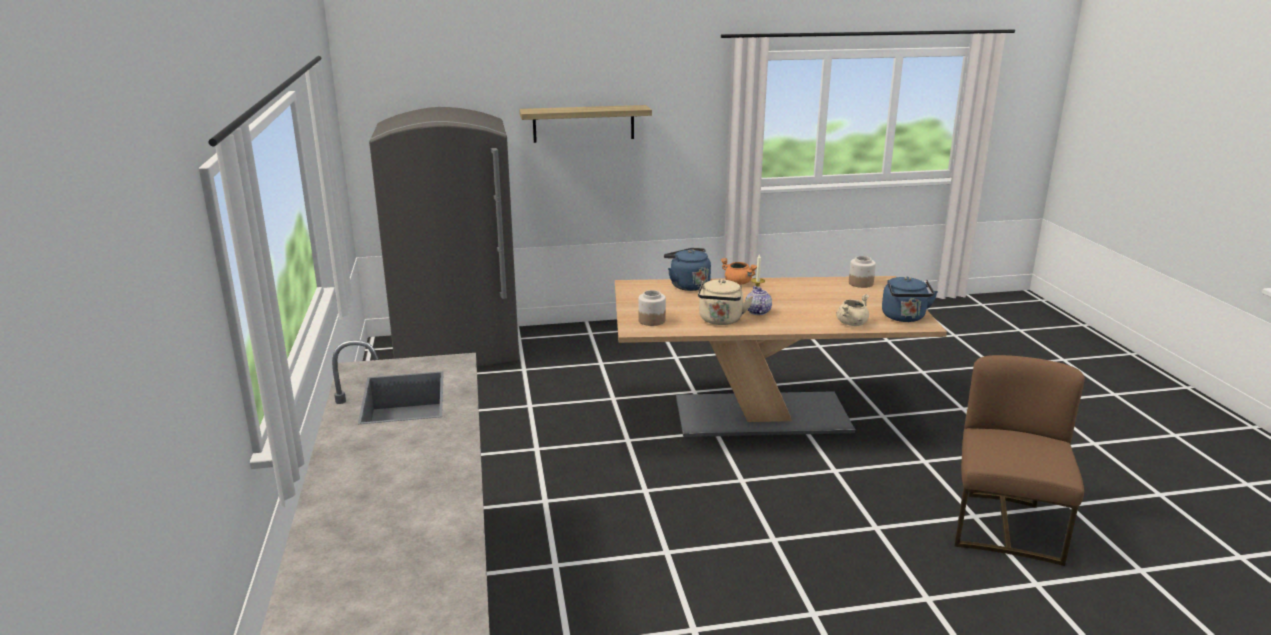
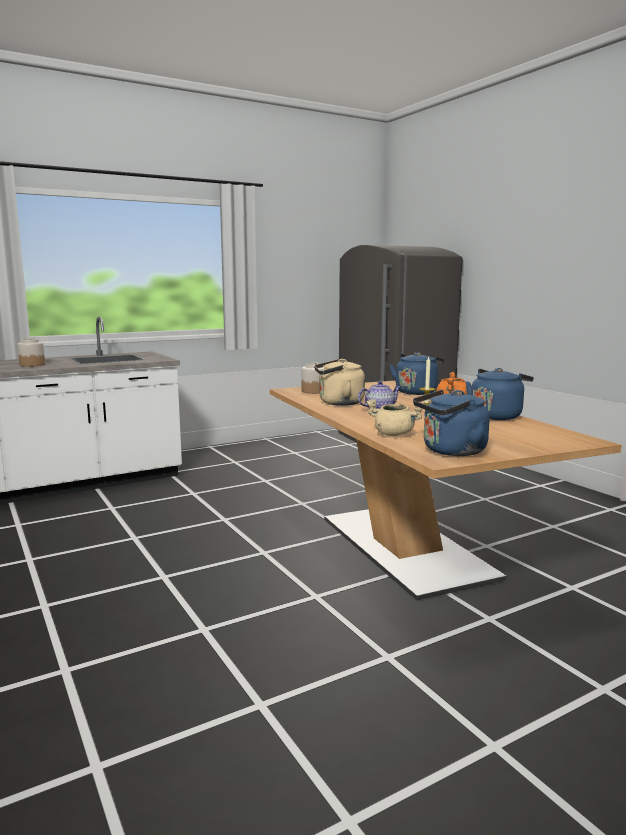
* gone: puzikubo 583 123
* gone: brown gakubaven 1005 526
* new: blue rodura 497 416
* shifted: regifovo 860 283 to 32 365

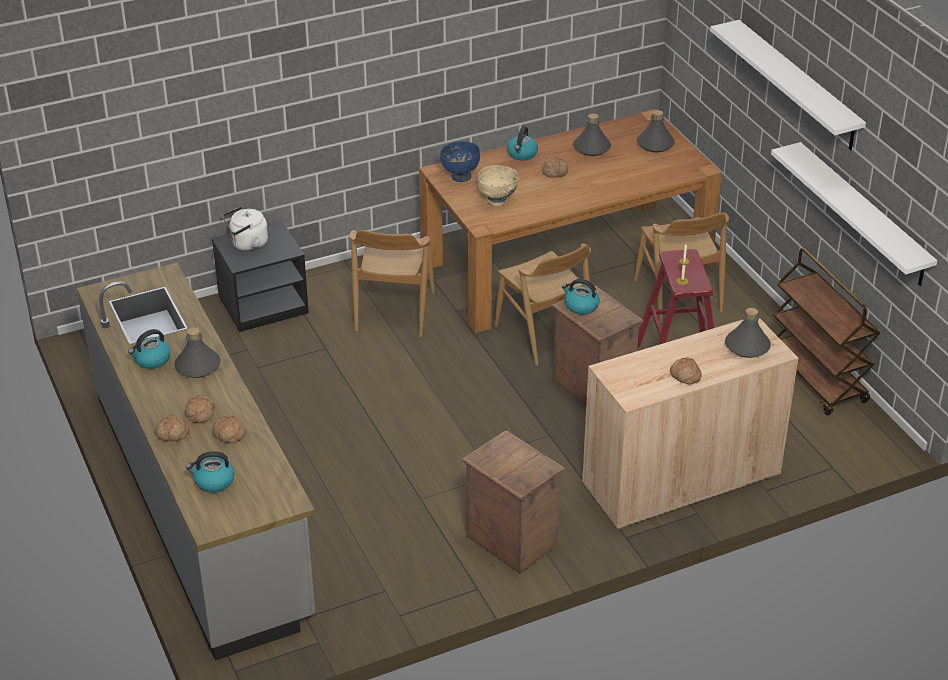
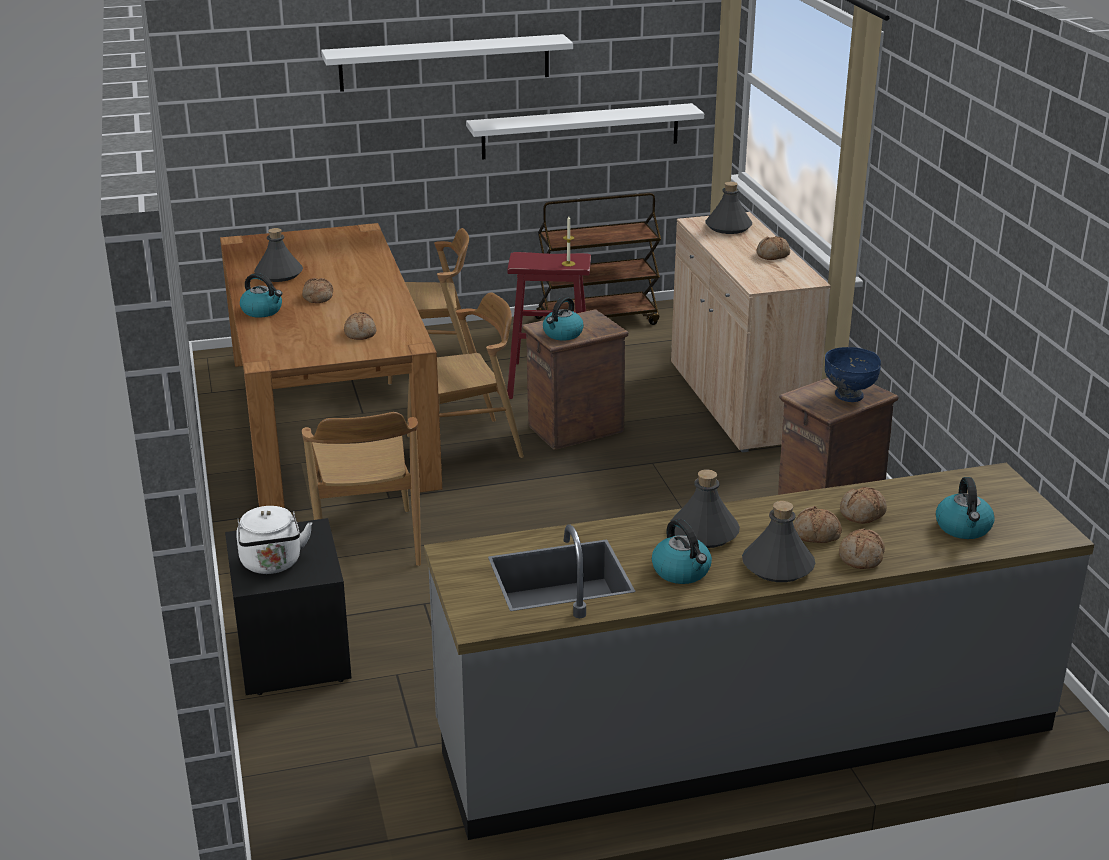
* shifted: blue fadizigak 460 176 to 849 396
* shifted: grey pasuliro 655 144 to 778 566
* swapped: beige fadizigak 497 201 to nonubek 360 333
* rotated: brown gakubaven 394 311 = 366 542 60 degrees clockwise

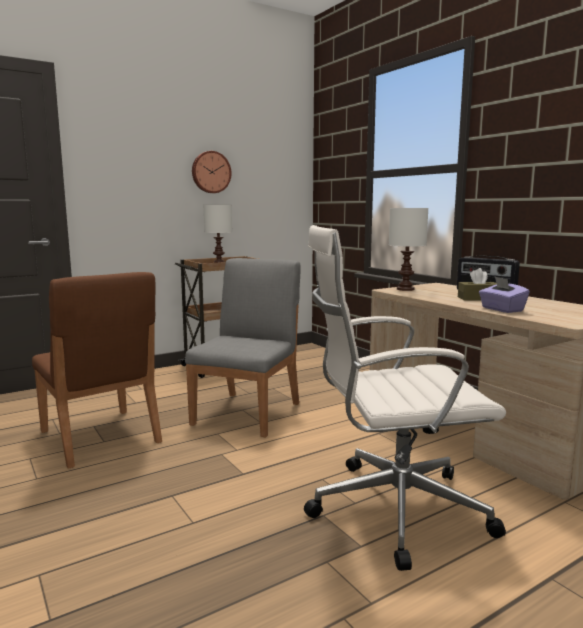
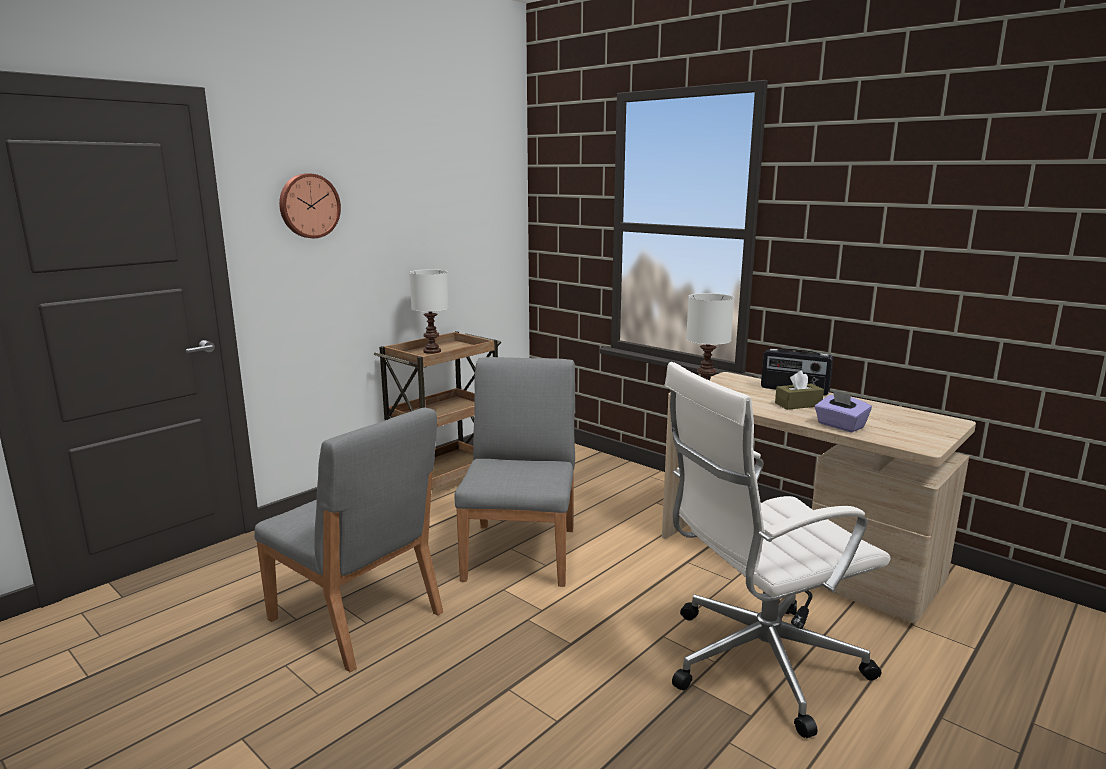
* shifted: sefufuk 210 172 to 308 206
* repainted: brown gakubaven 99 437 to grey gakubaven 356 617

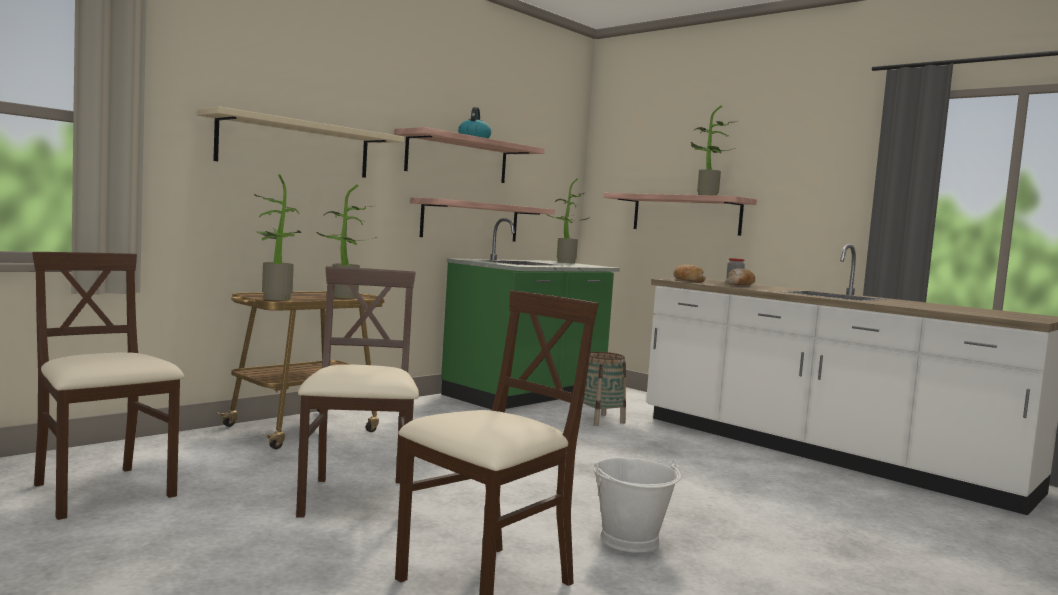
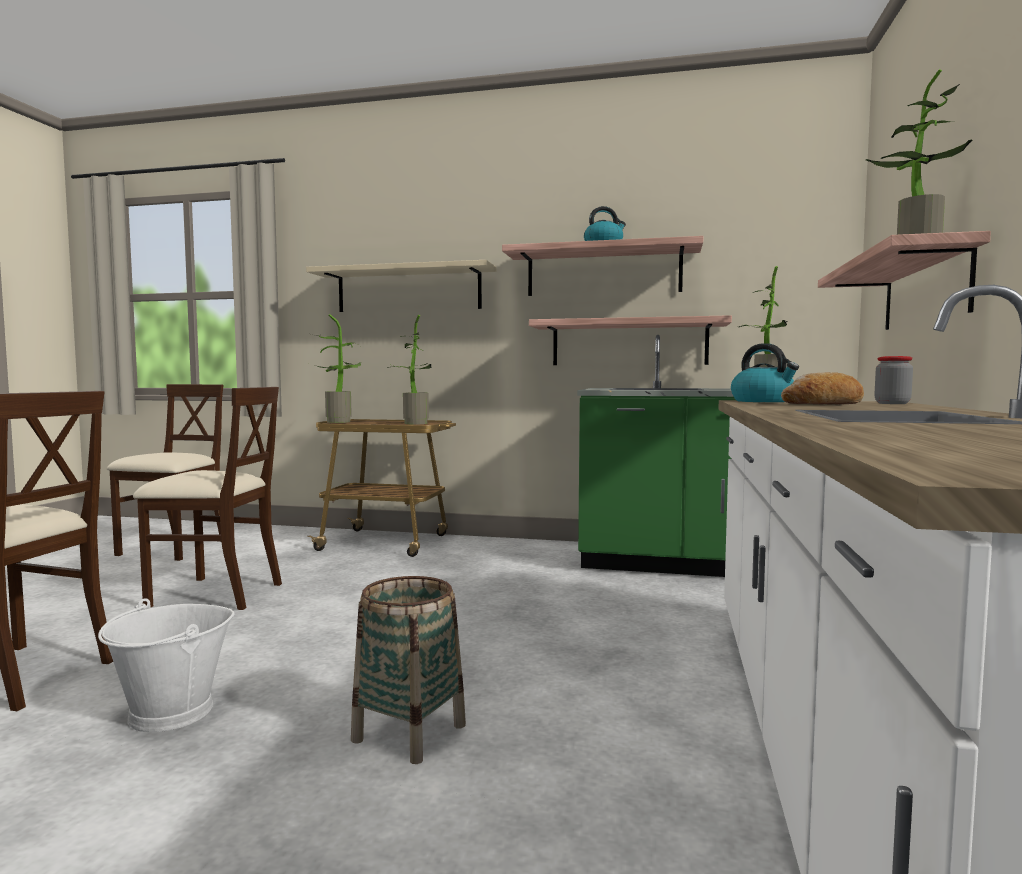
* shifted: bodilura 599 420 to 409 733
* swapped: nonubek 687 281 to rodura 763 401
* rotated: beige gakubaven 357 499 = 215 594 45 degrees clockwise

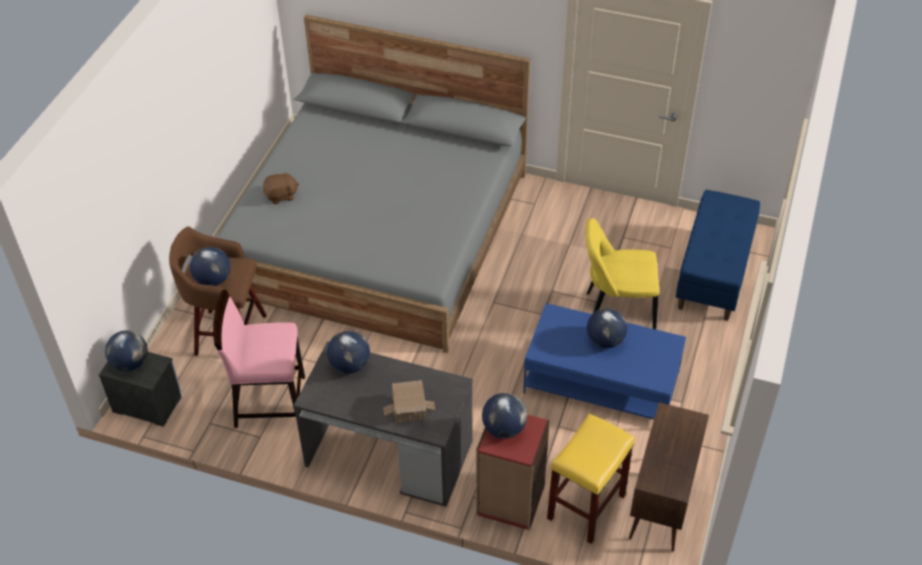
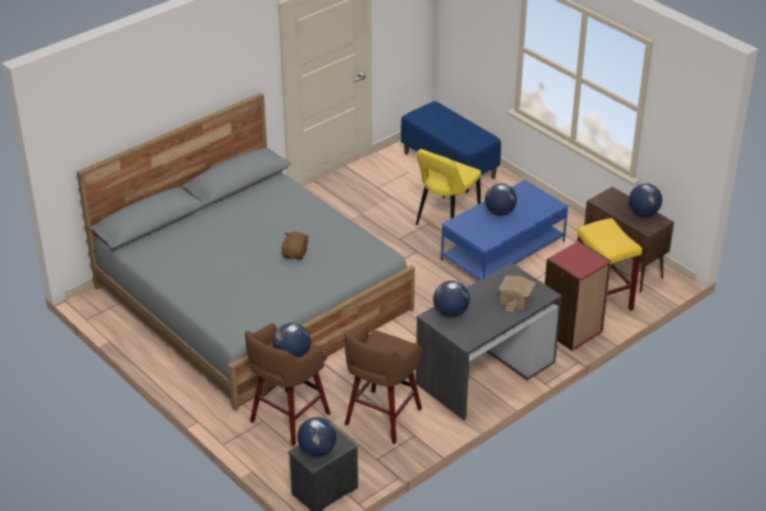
* shifted: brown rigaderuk 281 196 to 295 254
* shifted: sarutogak 504 428 to 643 213
* swapped: pink gakubaven 269 401 to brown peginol 381 418

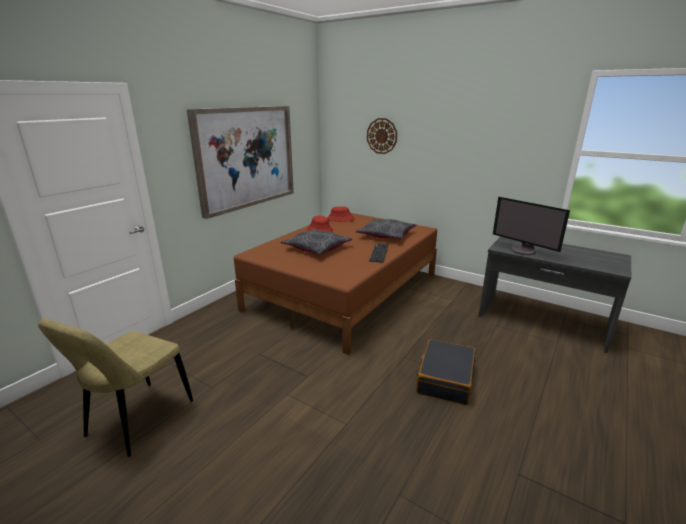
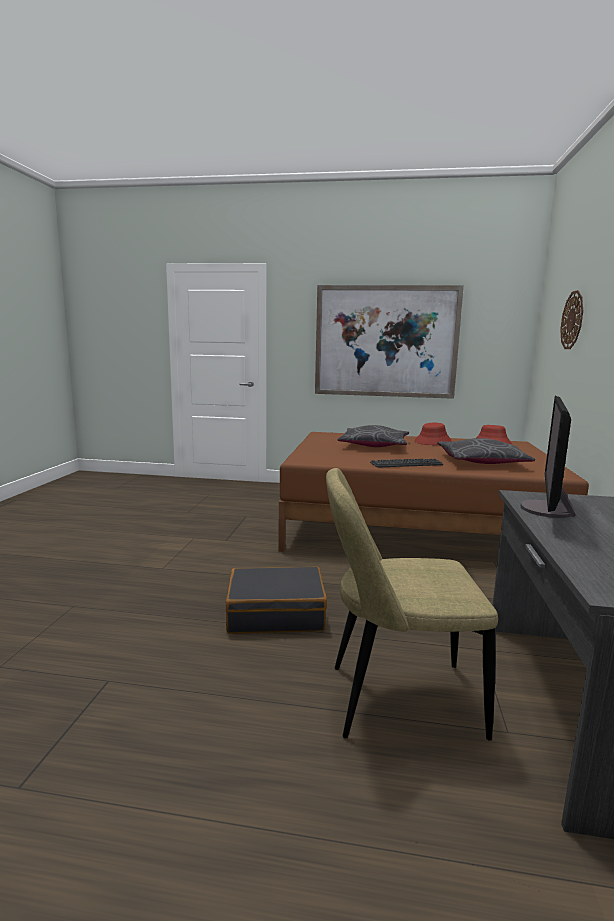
* shifted: beige gakubaven 136 421 to 396 700

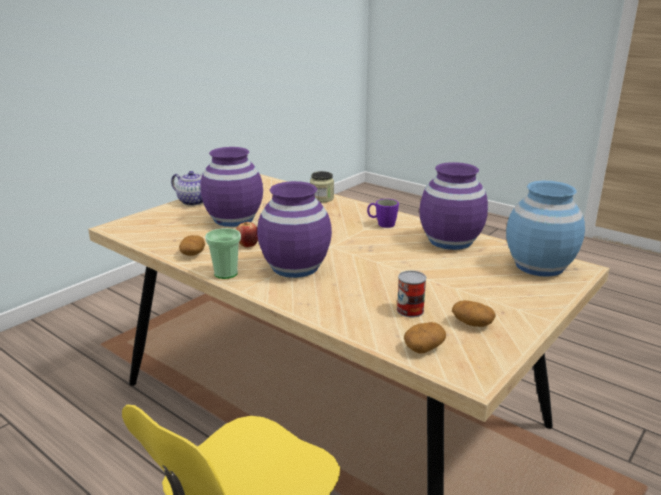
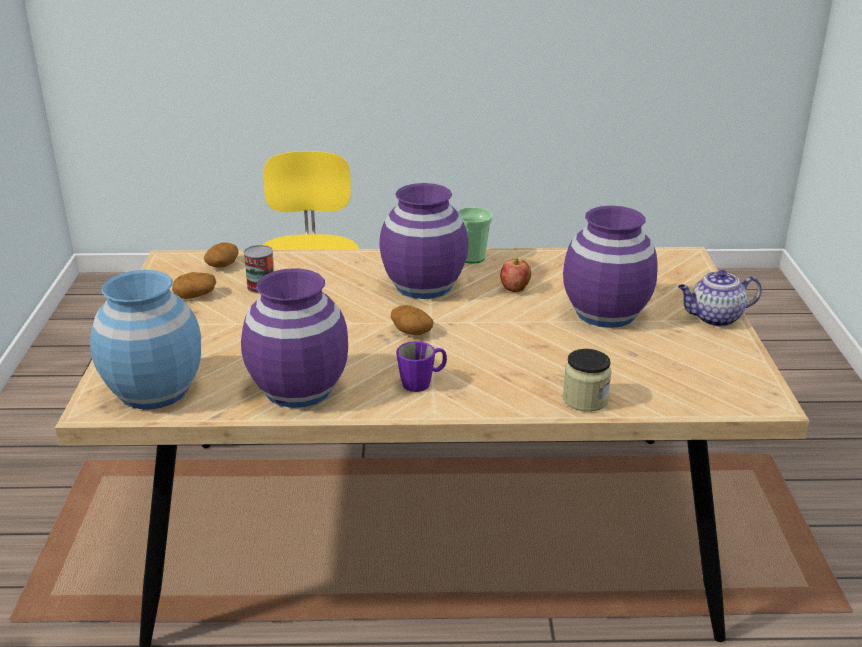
* shifted: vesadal 193 254 to 411 331

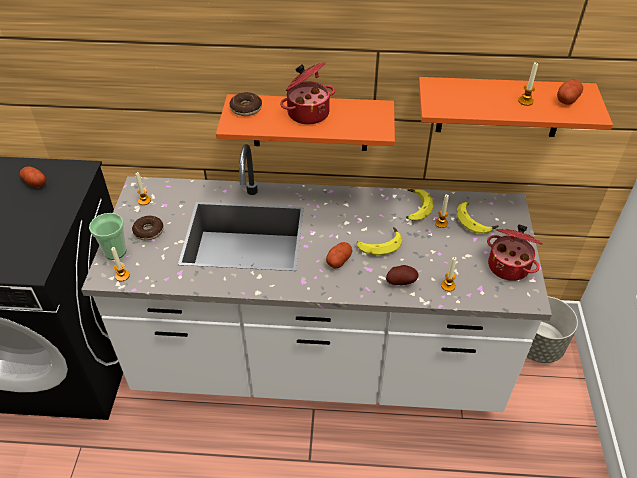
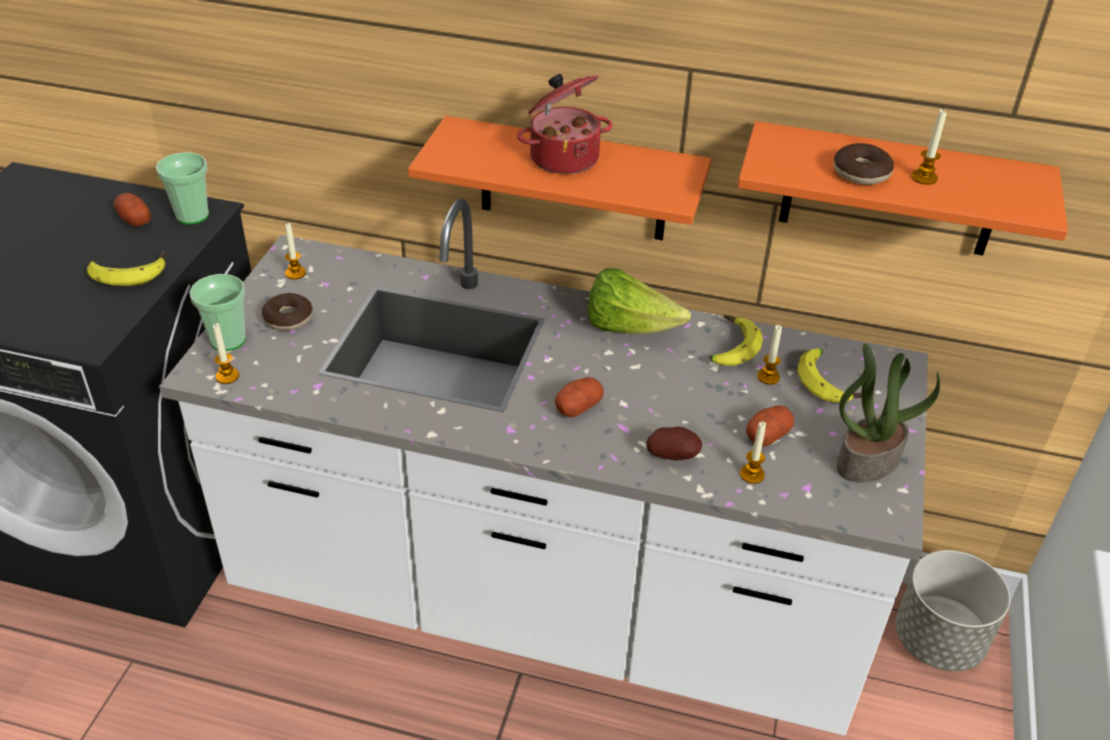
* new: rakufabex 192 215
* new: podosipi 629 327
* shifted: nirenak 246 109 to 861 173
* shifted: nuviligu 379 244 to 129 273
* shifted: vesadal 567 99 to 767 435
* swapped: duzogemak 509 265 to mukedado 868 460

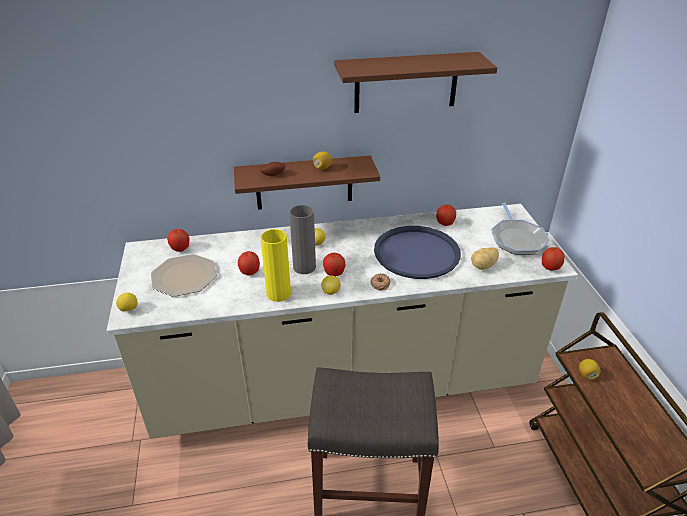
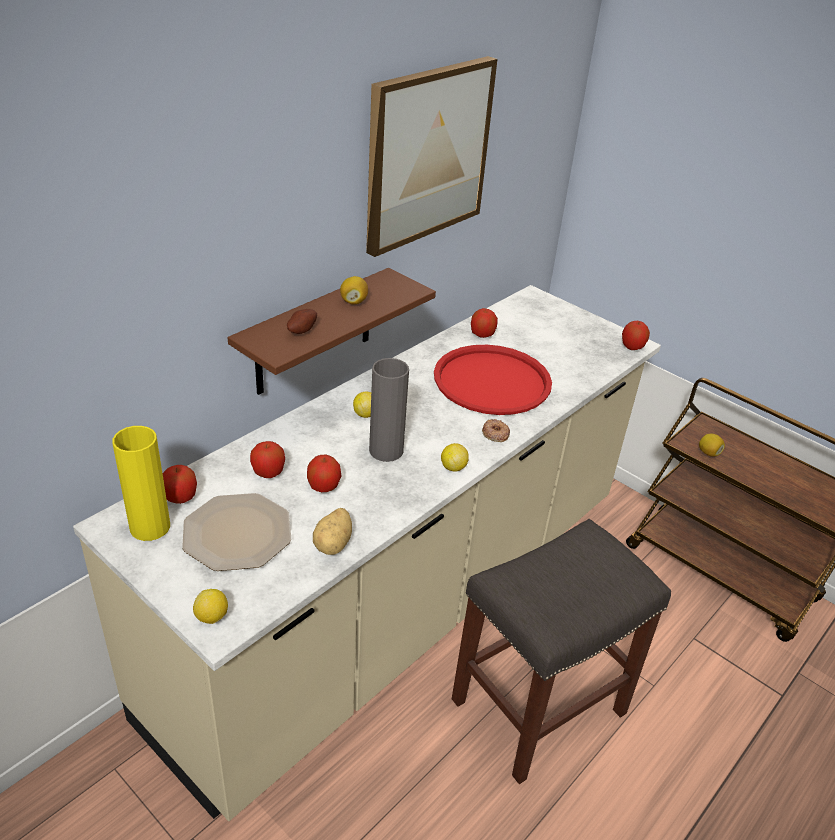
* gone: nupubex 517 239
* shifted: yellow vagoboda 278 293 to 150 527
* shifted: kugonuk 334 273 to 268 473
* shifted: vesadal 484 266 to 334 544
* swapped: brown puzikubo 406 83 to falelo 427 154
* repainted: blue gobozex 417 253 to red gobozex 492 381

